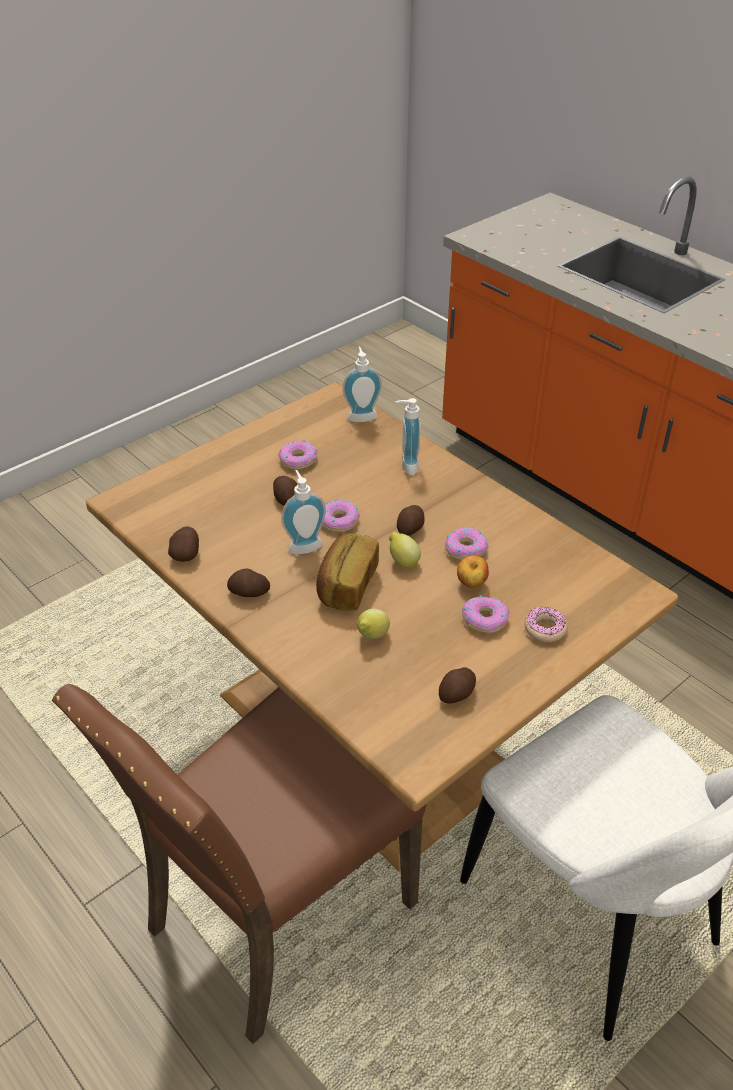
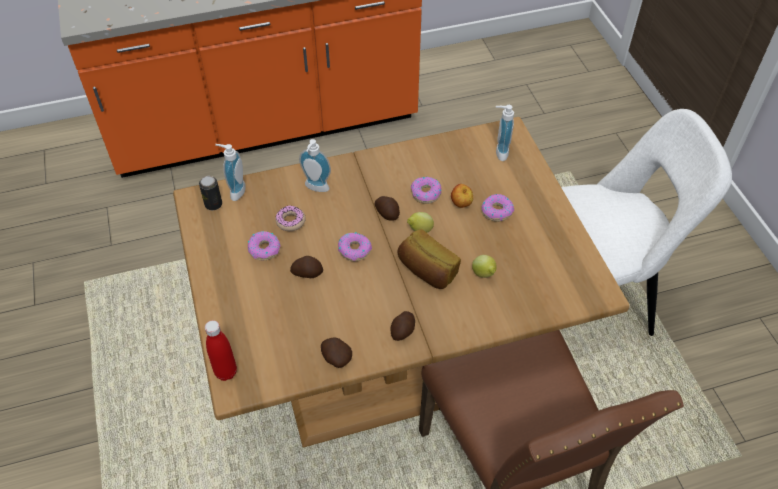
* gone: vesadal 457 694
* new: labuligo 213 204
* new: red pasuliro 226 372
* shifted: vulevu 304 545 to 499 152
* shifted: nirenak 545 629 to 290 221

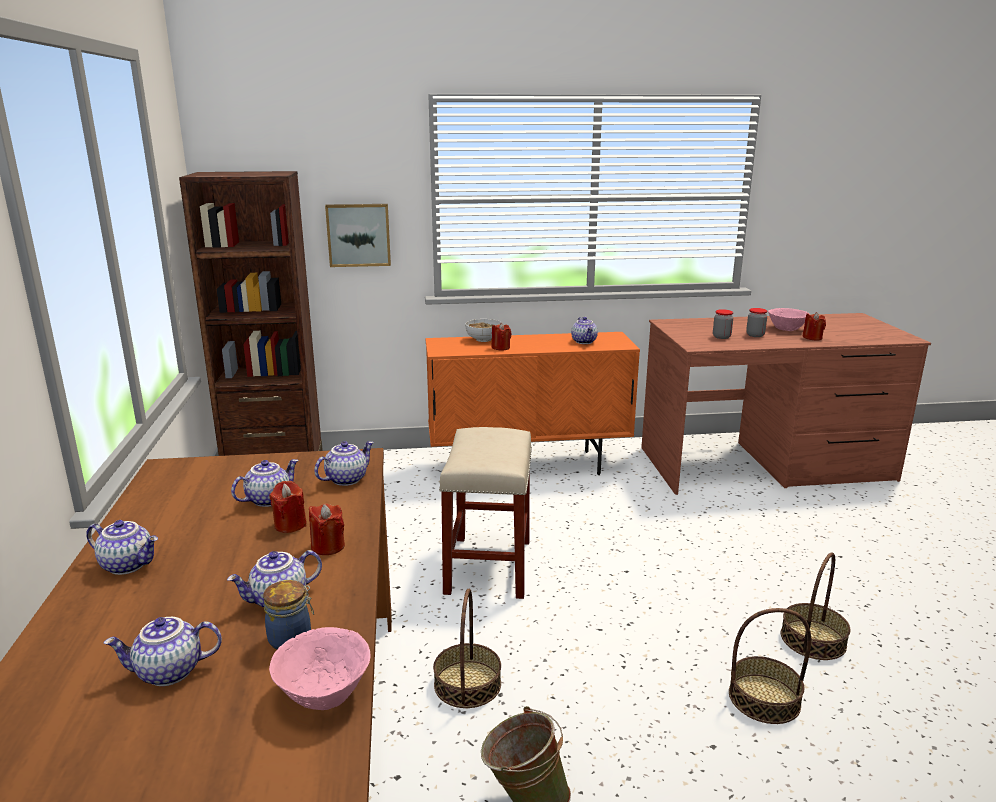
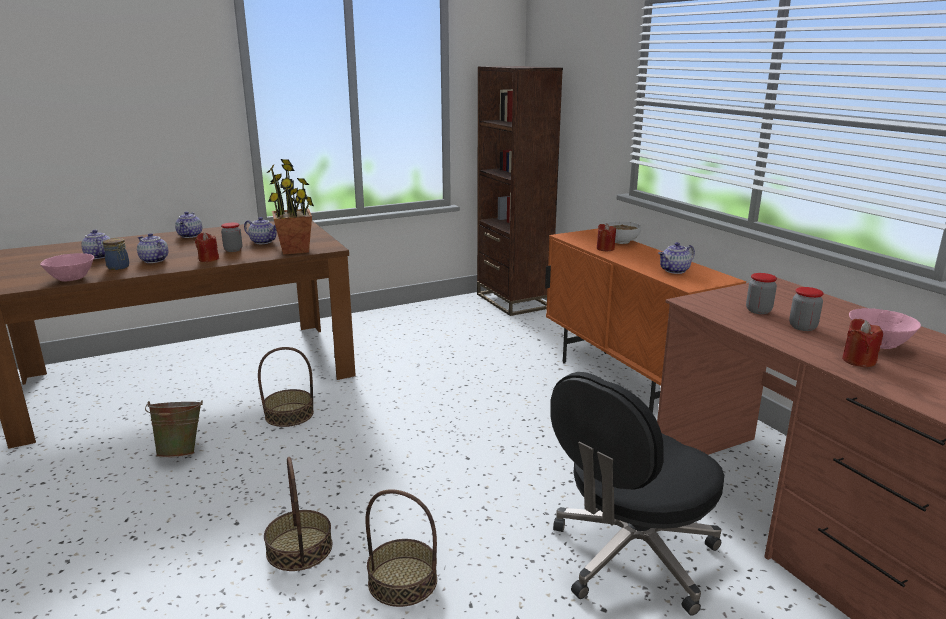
* gone: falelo 358 235
* gone: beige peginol 488 565
* new: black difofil 631 557
* swapped: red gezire 290 525 to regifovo 233 250
* swapped: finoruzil 346 479 to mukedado 295 250

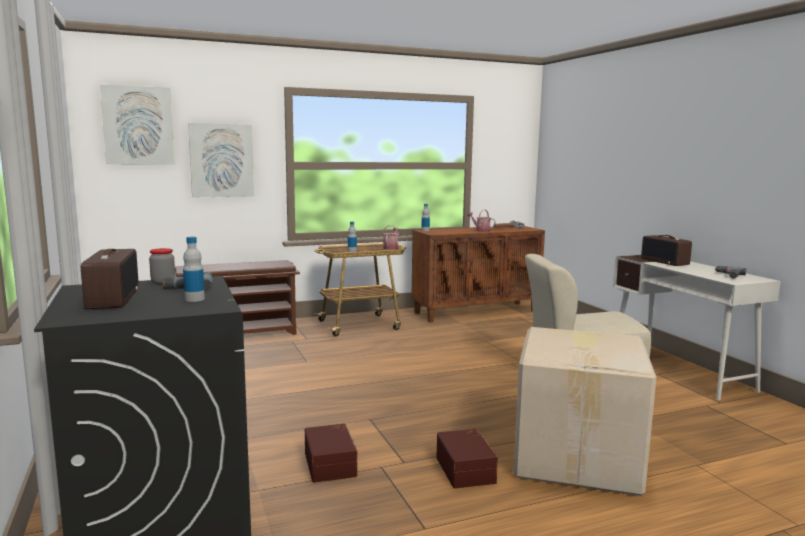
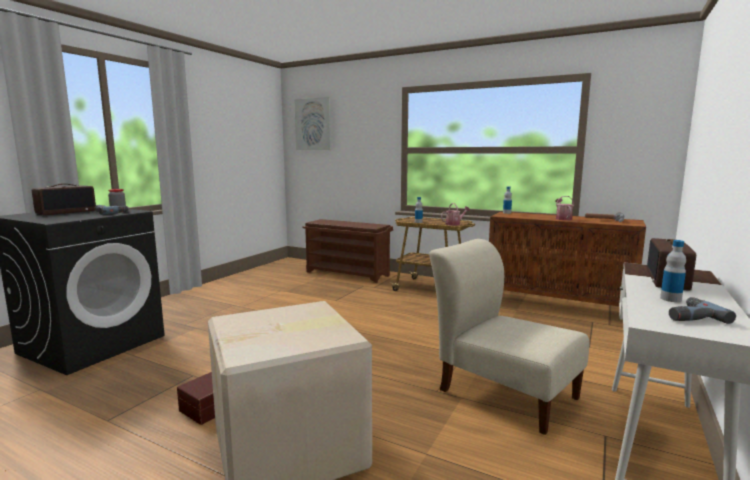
* gone: falelo 221 160
* gone: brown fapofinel 331 464
* shifted: pasuliro 194 299 to 670 299

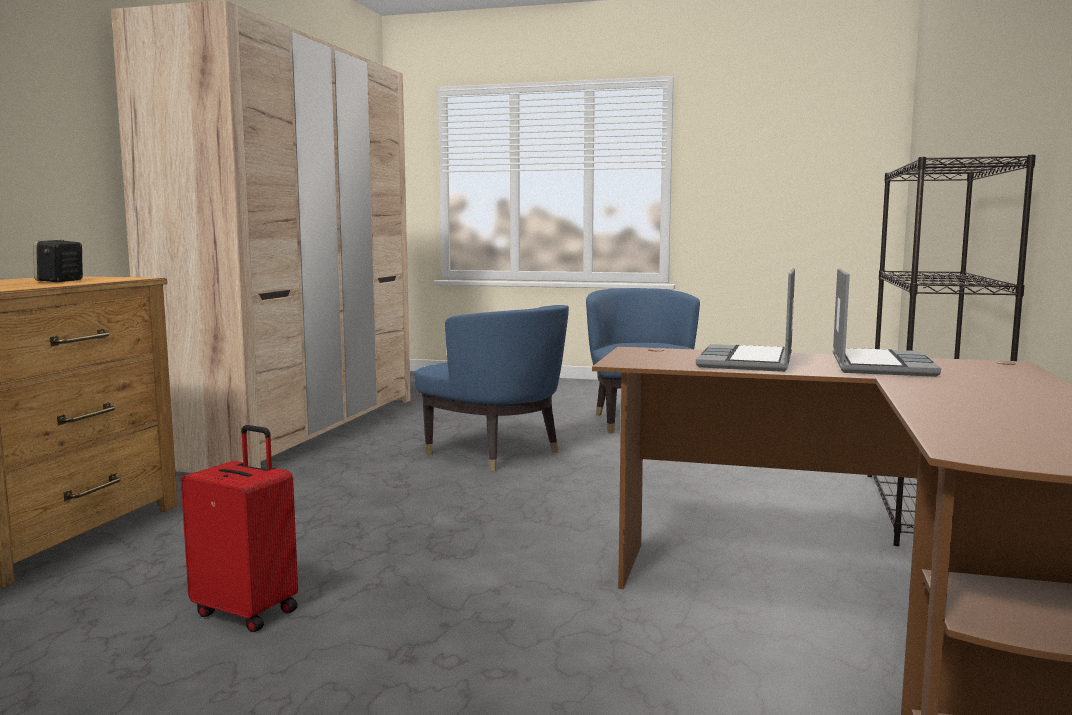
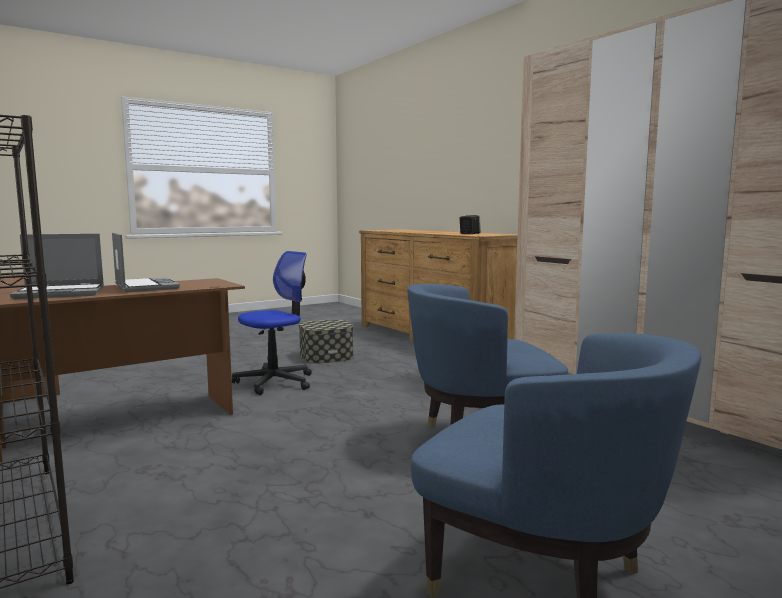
* new: difofil 275 382
* swapped: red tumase 248 611 to fapofinel 326 356
* rotated: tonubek 879 365 = 62 293 75 degrees counterclockwise

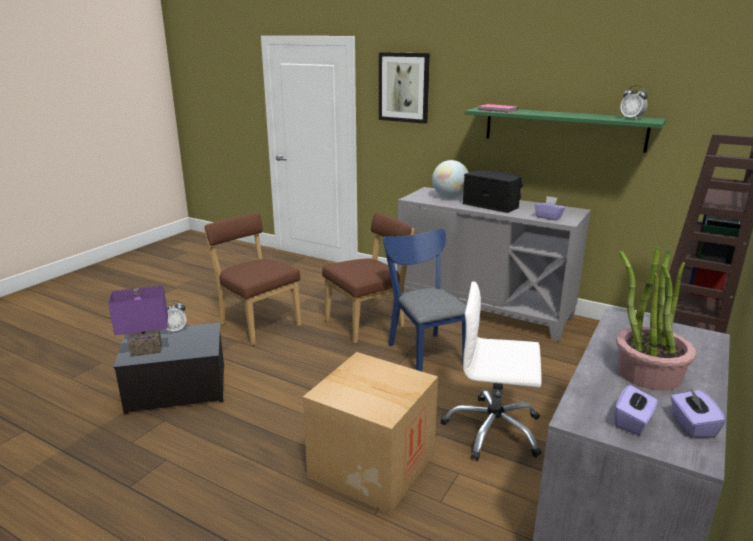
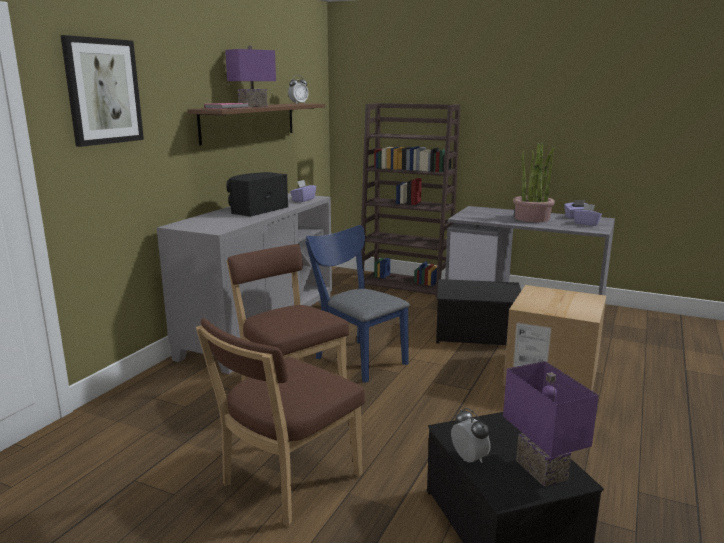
* gone: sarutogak 449 197
* new: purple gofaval 252 106
* swapped: white difofil 493 430 to fapofinel 476 334
* repainted: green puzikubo 563 128 to brown puzikubo 249 122
* rotated: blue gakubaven 424 351 = 356 358 75 degrees clockwise

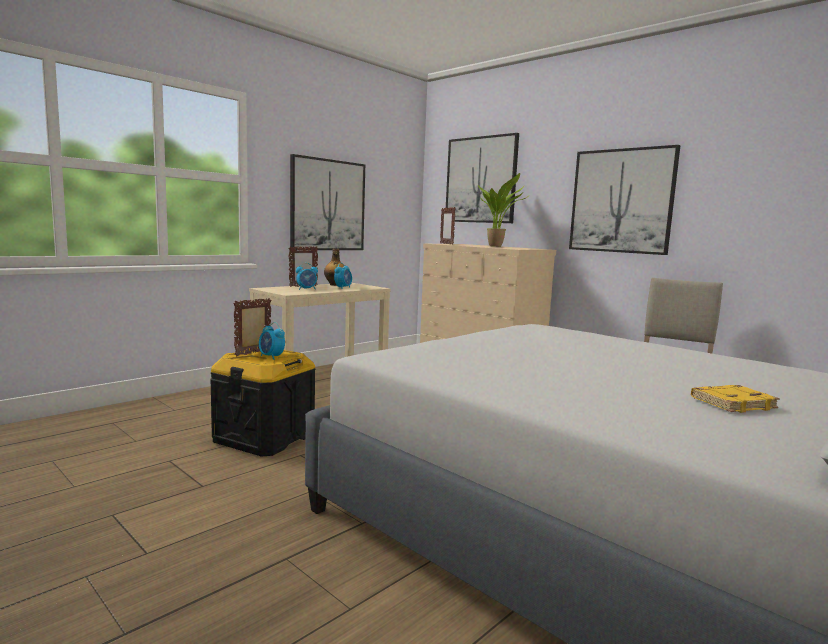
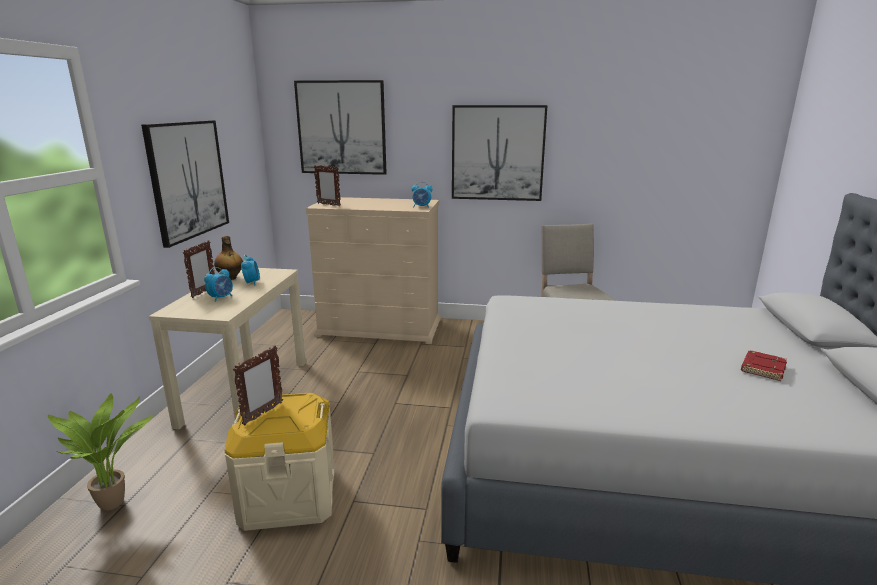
* shifted: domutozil 271 357 to 421 207
* shifted: mukedado 497 246 to 116 502
* repainted: black fapofinel 264 437 to beige fapofinel 289 496
* repainted: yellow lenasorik 732 403 to red lenasorik 762 368
* rotated: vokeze 253 353 = 263 414 150 degrees counterclockwise

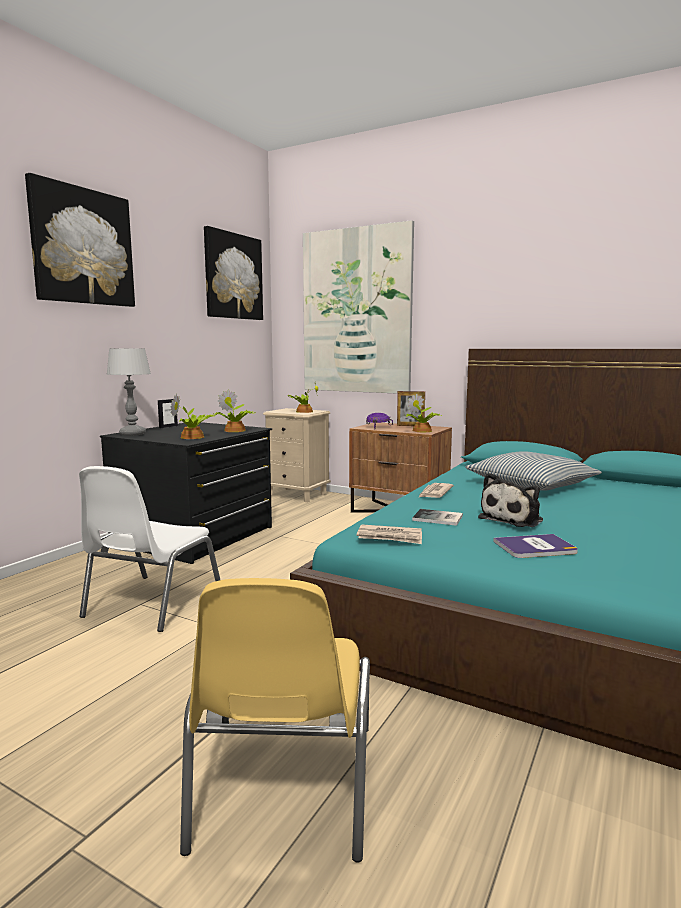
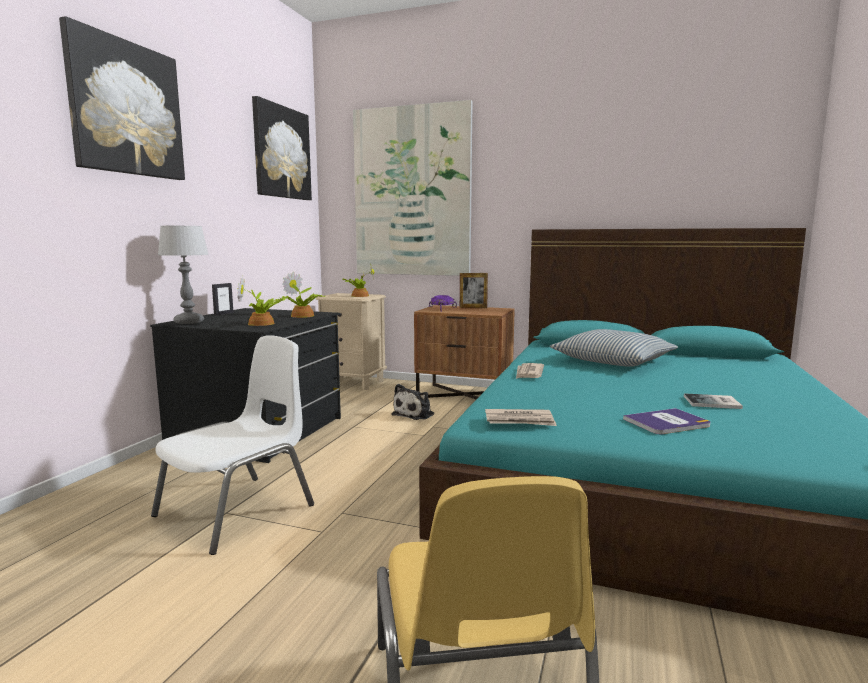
* gone: mukedado 422 431
* shifted: lenasorik 438 518 to 713 403
* shifted: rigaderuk 513 519 to 415 414
* rotated: white gakubaven 151 603 = 238 510 150 degrees counterclockwise

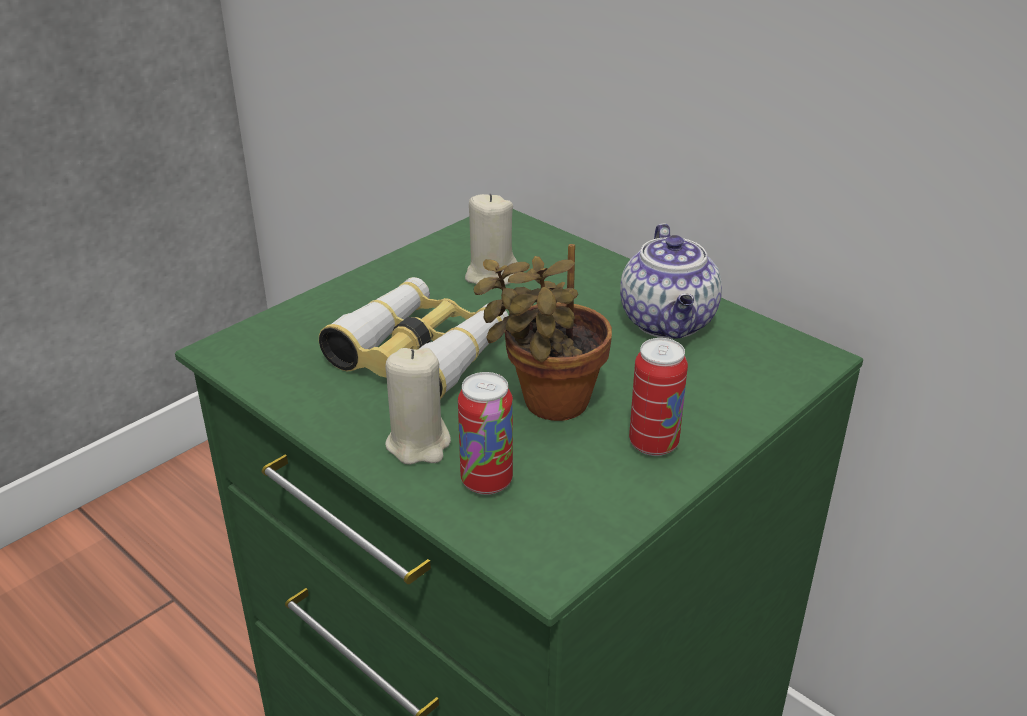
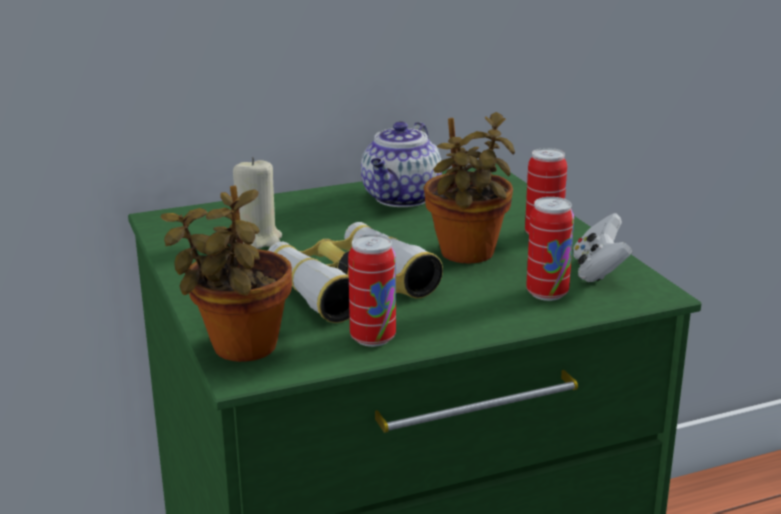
* gone: beige gezire 419 444
* new: mukedado 239 349
* new: labuligo 373 338
* new: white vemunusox 598 271
* rotated: finoruzil 669 323 = 401 199 90 degrees clockwise

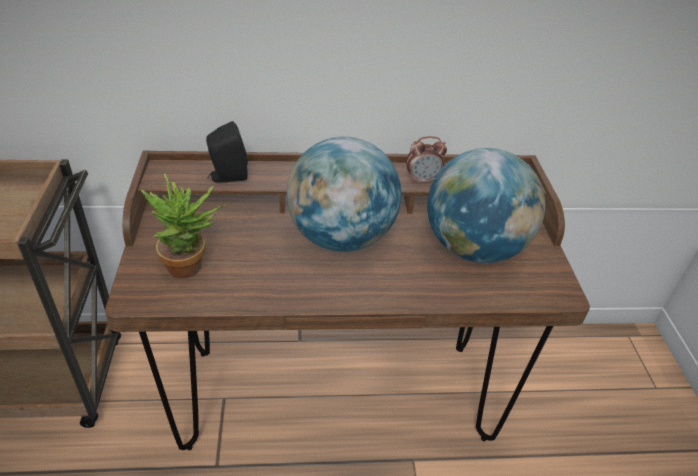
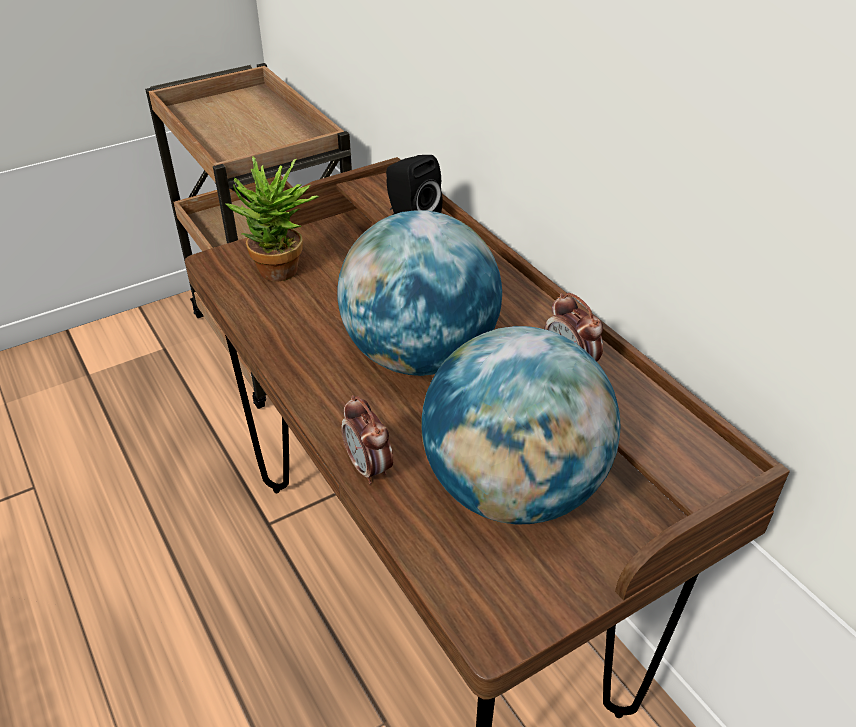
* new: domutozil 369 468

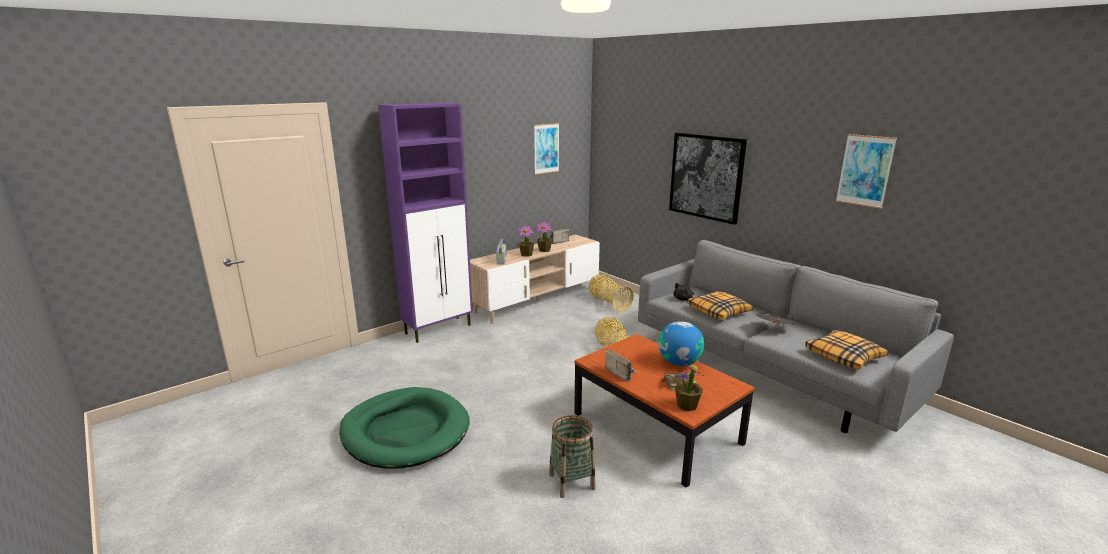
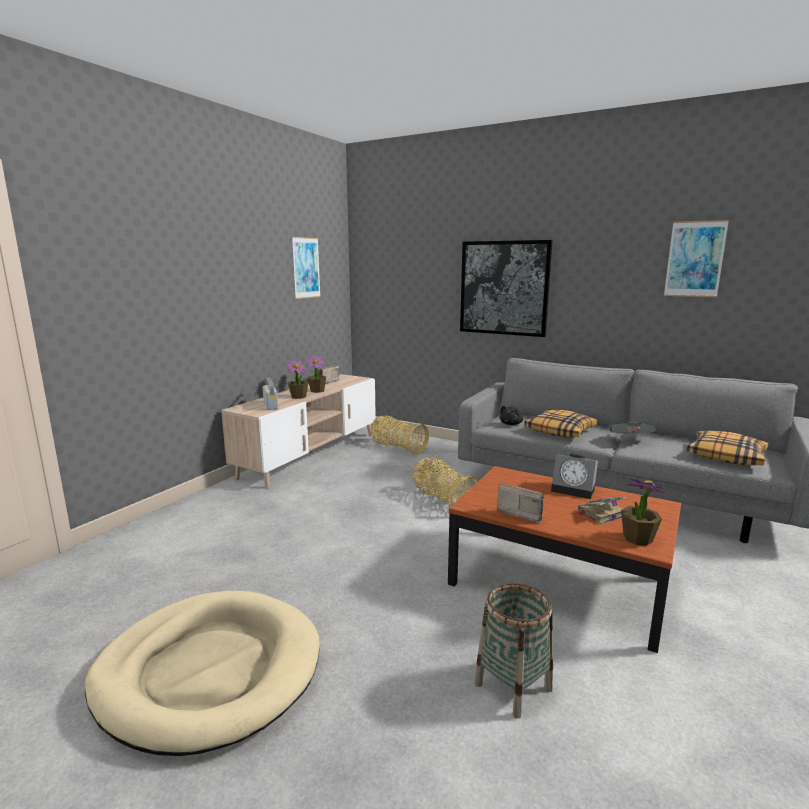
* gone: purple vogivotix 439 329
* swapped: sarutogak 679 362 to domutozil 574 489
* repainted: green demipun 405 431 to beige demipun 209 672

